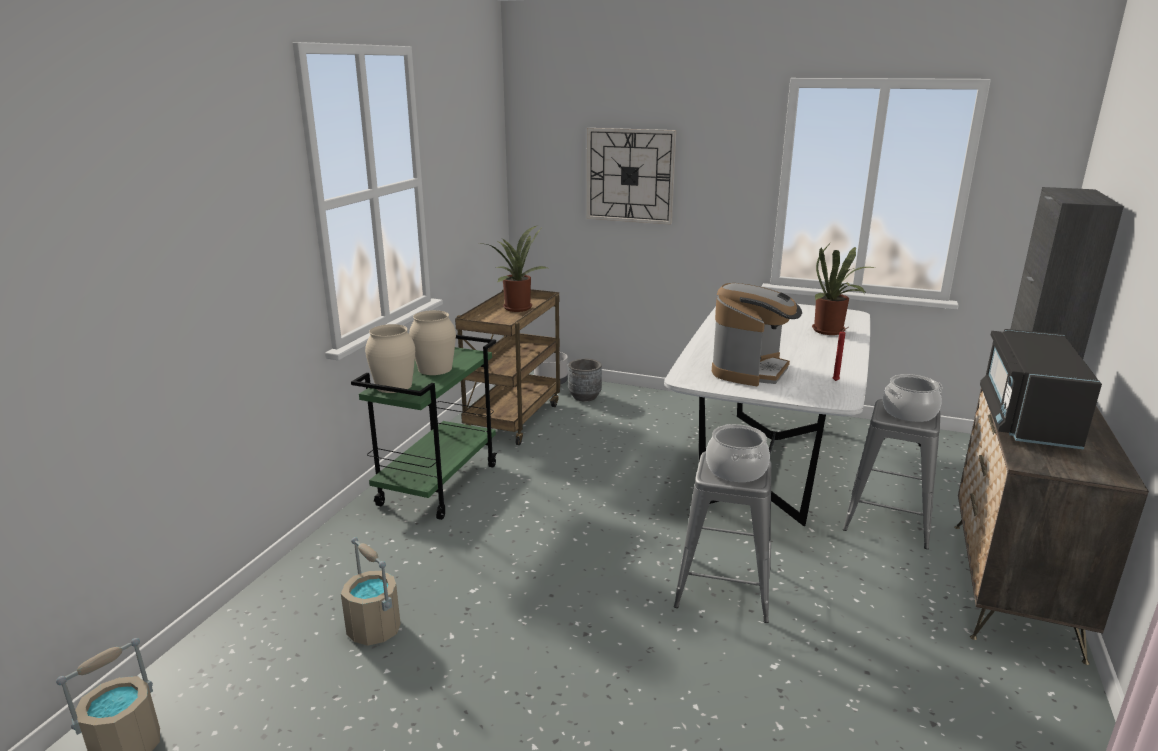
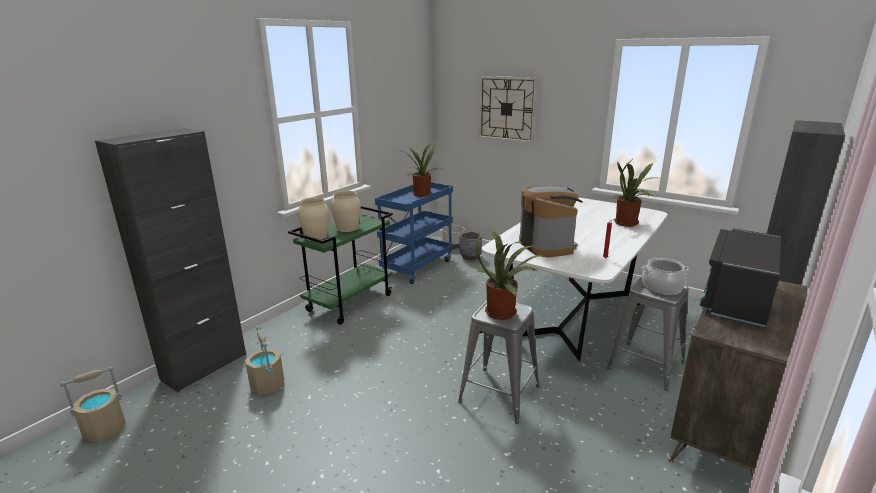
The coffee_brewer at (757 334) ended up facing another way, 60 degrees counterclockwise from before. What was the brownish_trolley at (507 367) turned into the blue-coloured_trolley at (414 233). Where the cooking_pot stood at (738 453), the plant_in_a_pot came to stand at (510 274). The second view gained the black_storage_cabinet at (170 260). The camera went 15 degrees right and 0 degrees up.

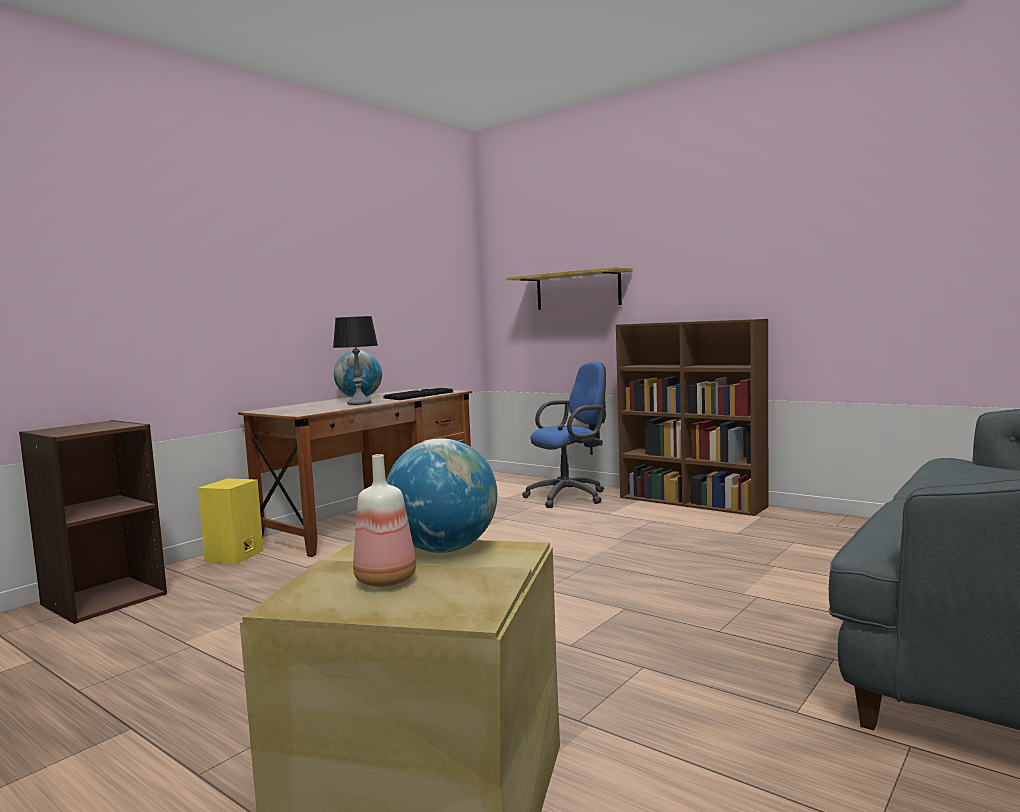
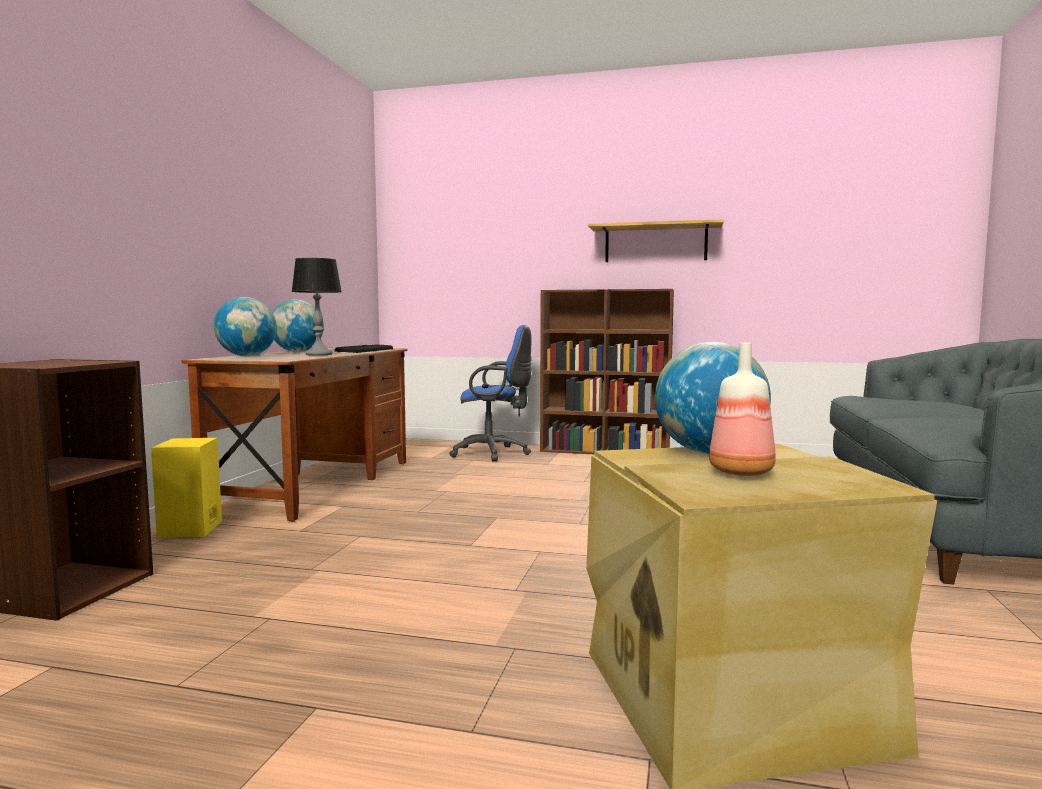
The shelf ended up elsewhere, having gone from (569 288) to (656 240). The blue-coloured_computer_chair at (564 435) ended up facing another way, 60 degrees clockwise from before. The second view gained the desk_globe at (245 326). The camera went 25 degrees left and 0 degrees up.

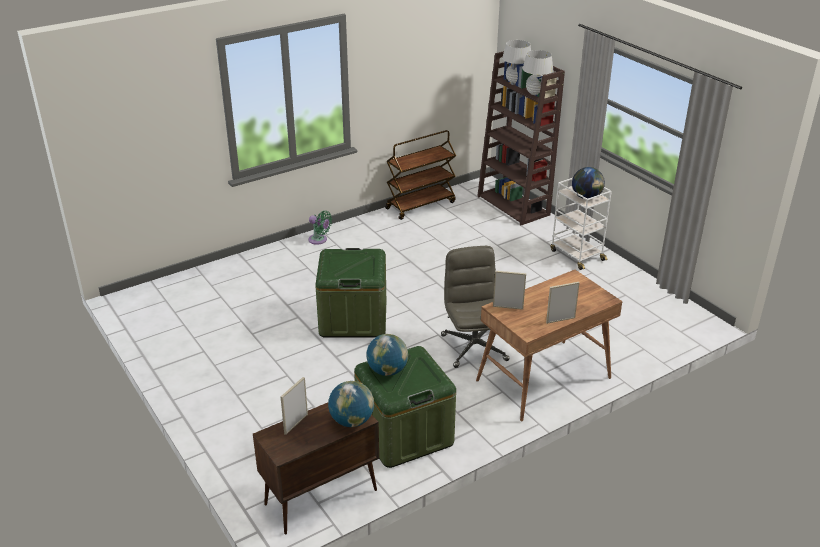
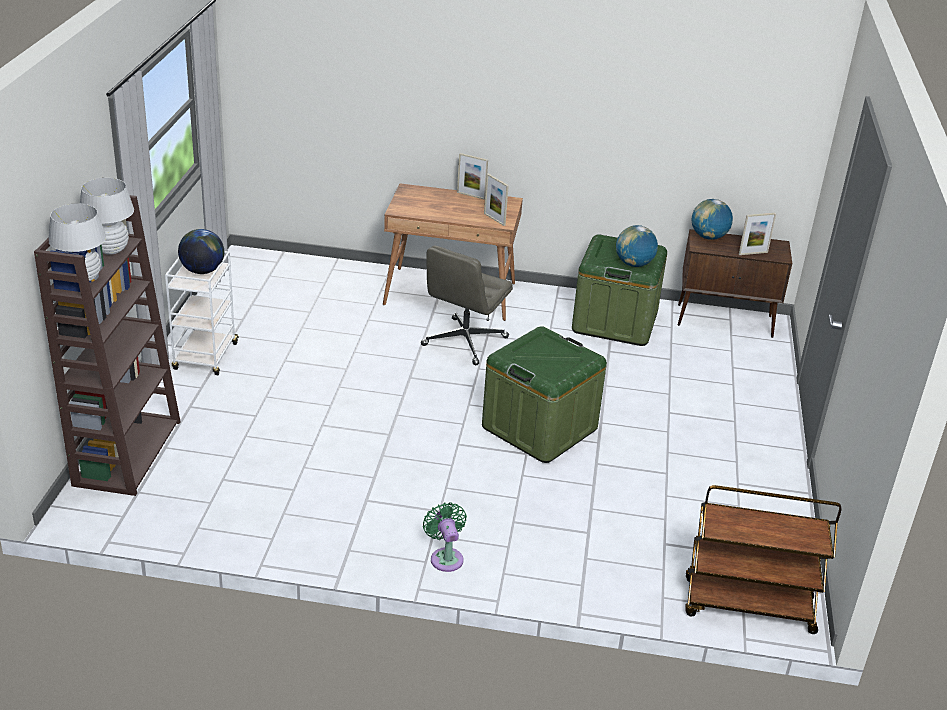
The brownish_trolley ended up elsewhere, having gone from (420 175) to (763 559). The camera went 140 degrees left and 0 degrees up.

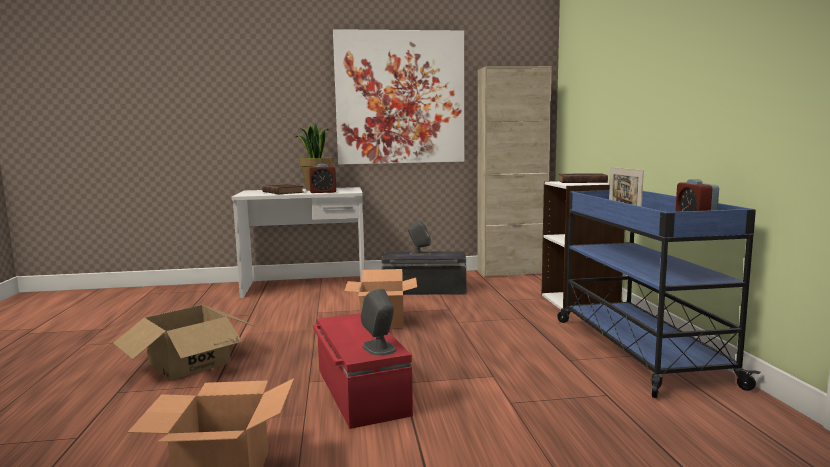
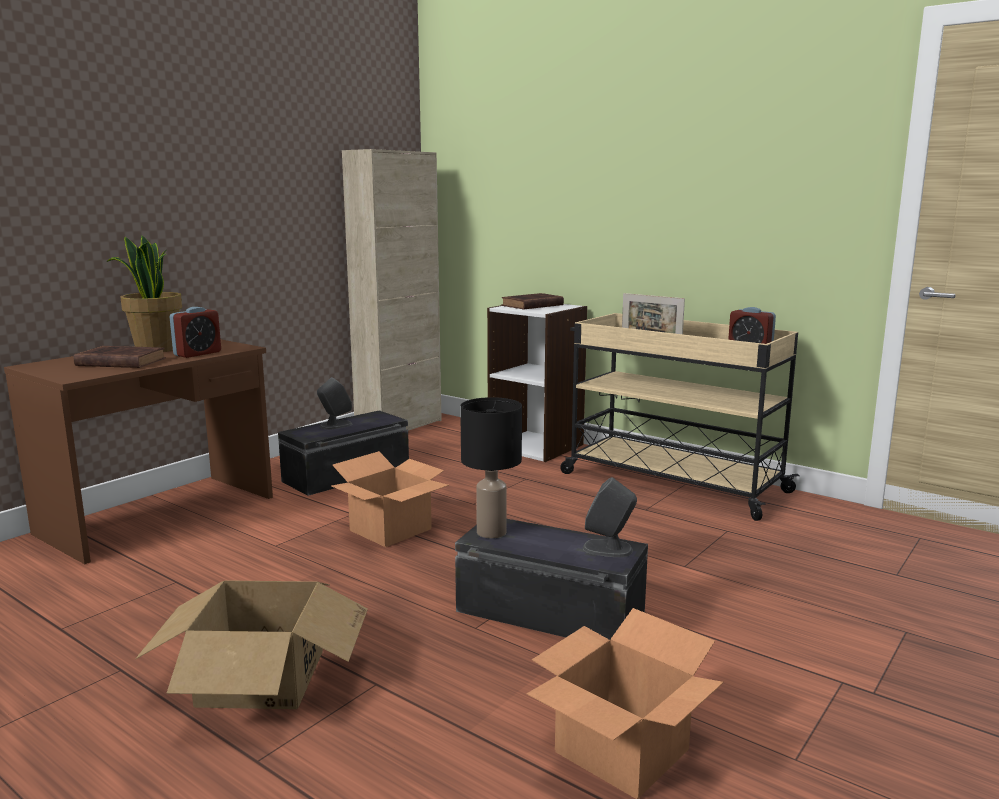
The second view lost the picture at (399 97). What was the white-coloured_desk_unit at (298 242) turned into the brownish_desk_unit at (138 451). What was the blue-coloured_trolley at (658 294) turned into the beige_trolley at (680 417). What was the reddish_storage_box at (363 371) turned into the black_storage_box at (551 579). The second view gained the black_tabletop_lamp at (491 467). The camera went 45 degrees left and 5 degrees up.

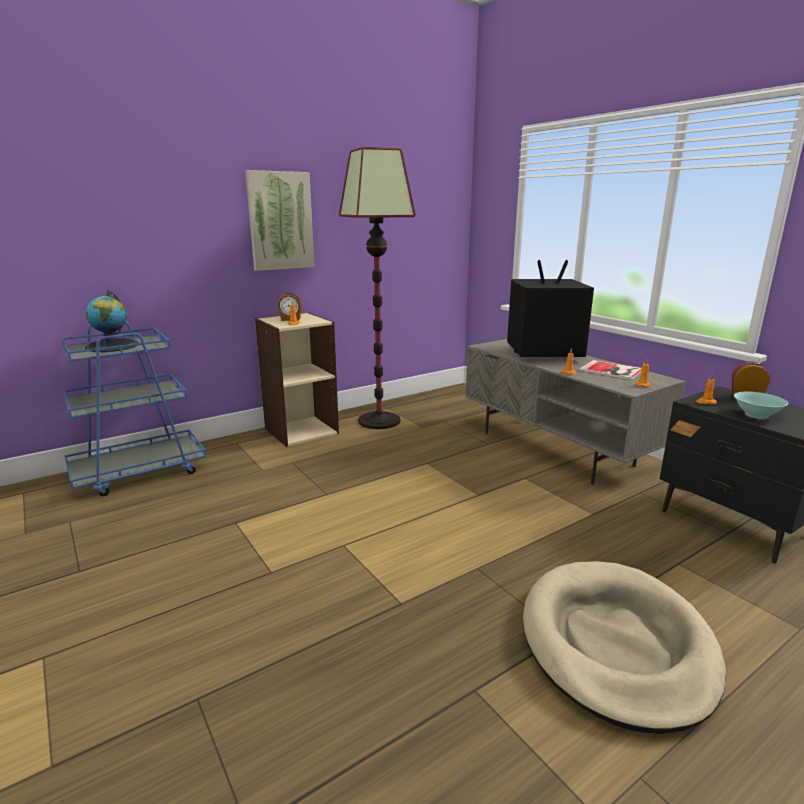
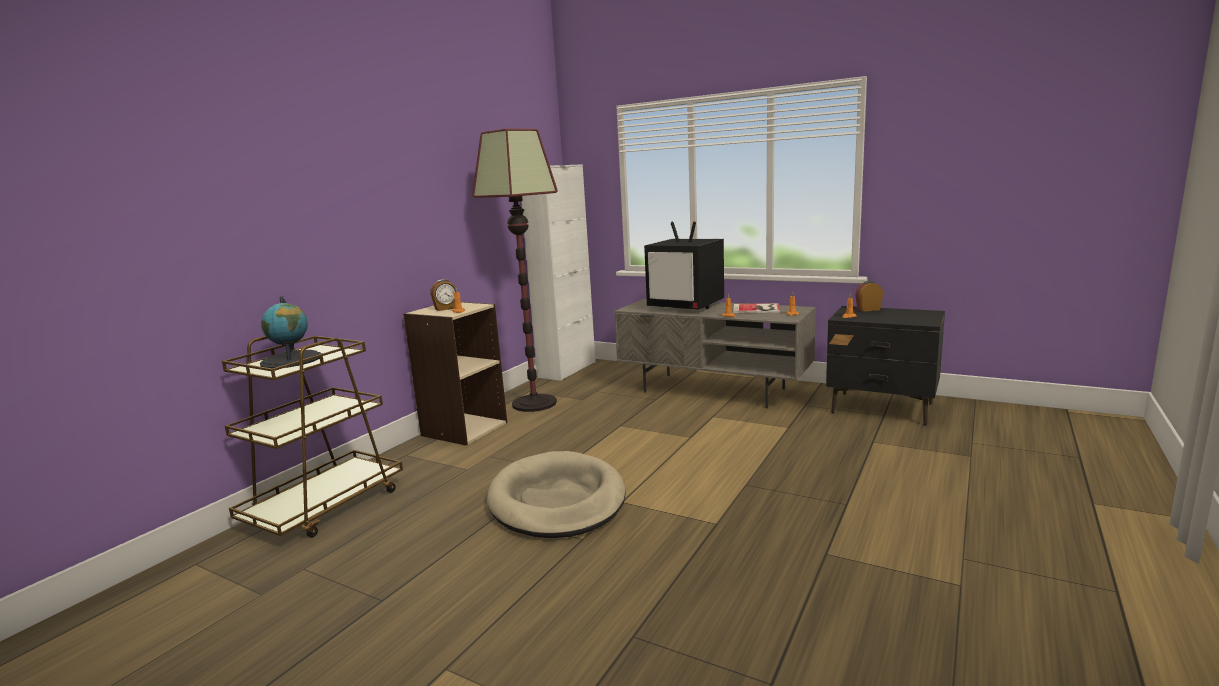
The second view lost the picture at (279 220). The TV at (550 308) ended up facing another way, 120 degrees counterclockwise from before. What was the blue-coloured_trolley at (134 408) turned into the brownish_trolley at (312 437). The second view lost the blue-green_serving_bowl at (761 405). The beige_pet_bed ended up elsewhere, having gone from (624 647) to (556 494). The second view gained the white-coloured_storage_cabinet at (558 272). The camera went 25 degrees left and 5 degrees down.

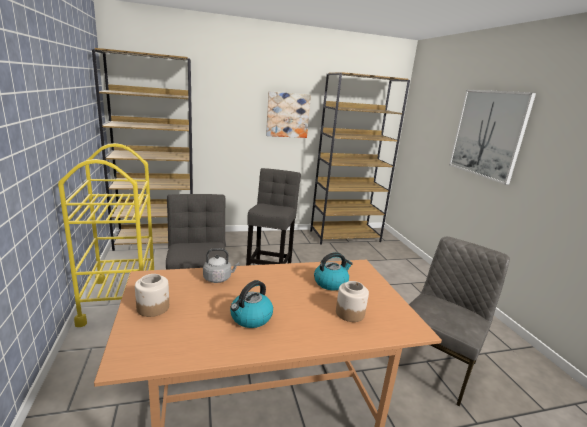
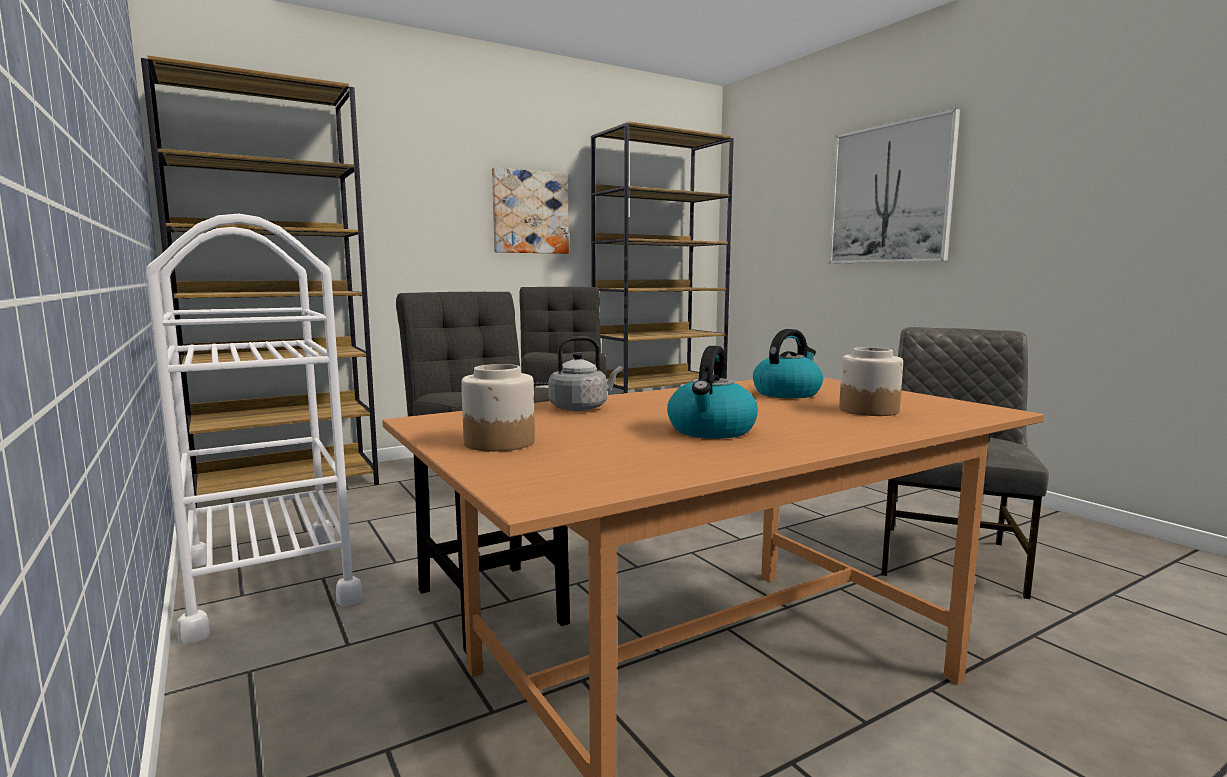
What was the yellow-coloured_trolley at (106 235) turned into the white-coloured_trolley at (254 429). The camera went 15 degrees left and 10 degrees down.

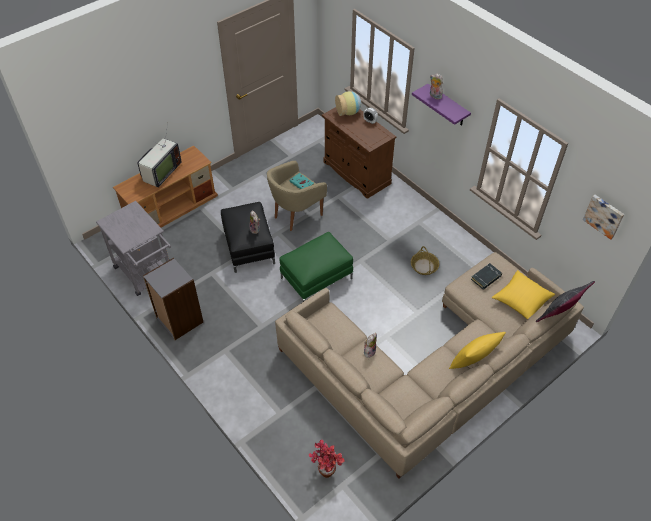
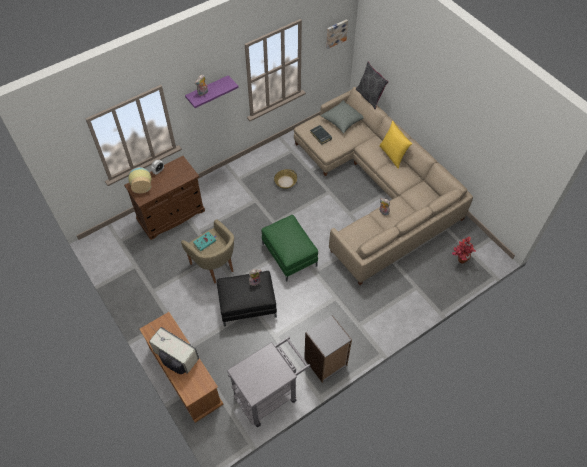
What was the yellow-coloured_pillow at (523 294) turned into the grey_pillow at (342 116). The camera went 85 degrees left and 5 degrees up.

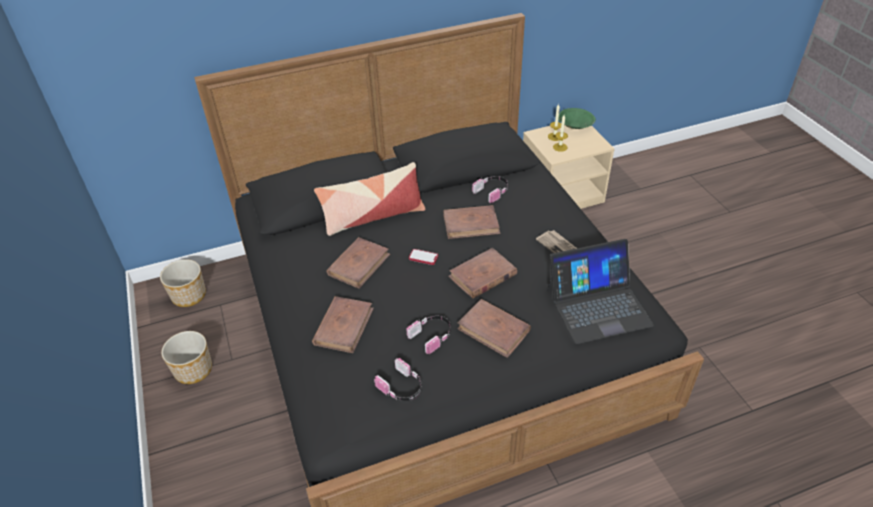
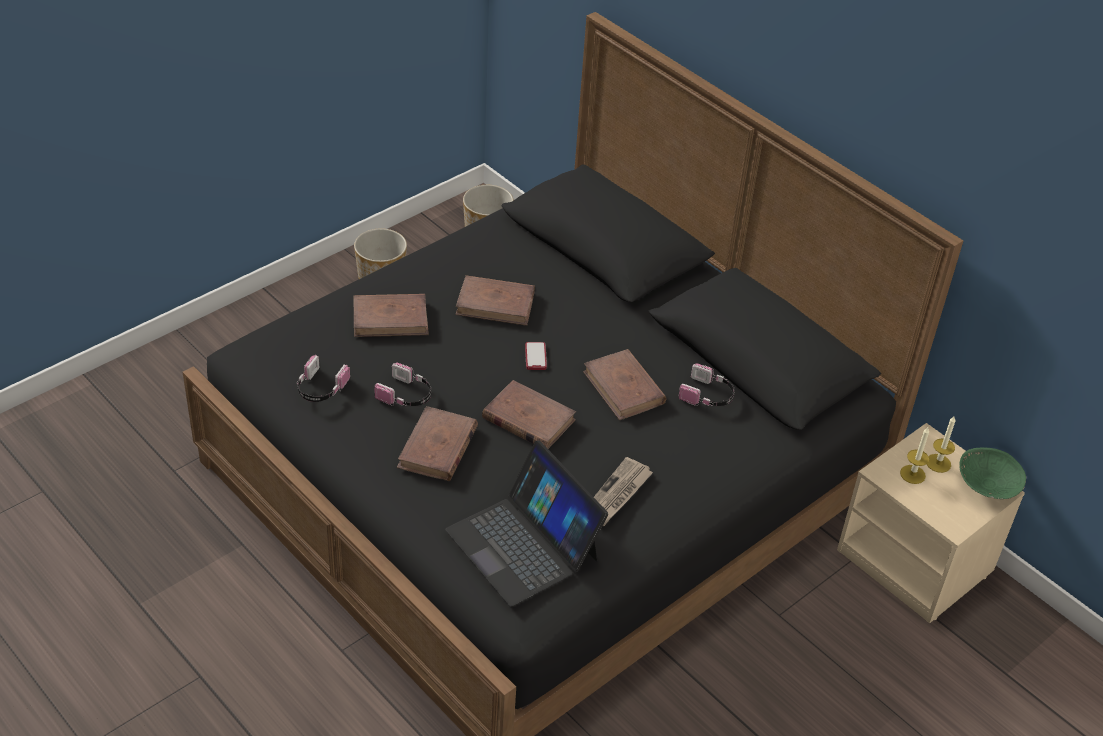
The second view lost the pillow at (369 199). The camera went 65 degrees right and 0 degrees up.

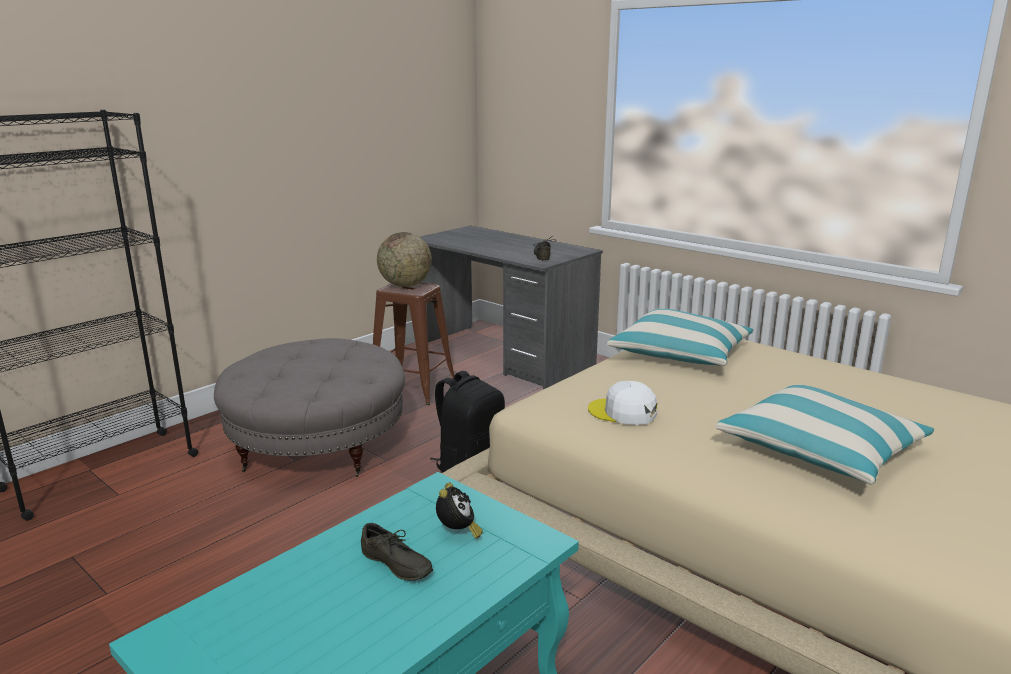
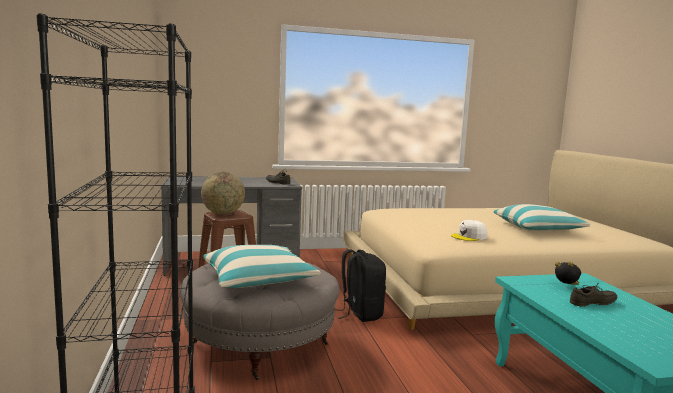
The pillow ended up elsewhere, having gone from (680 337) to (262 266). The camera went 55 degrees left and 10 degrees down.

